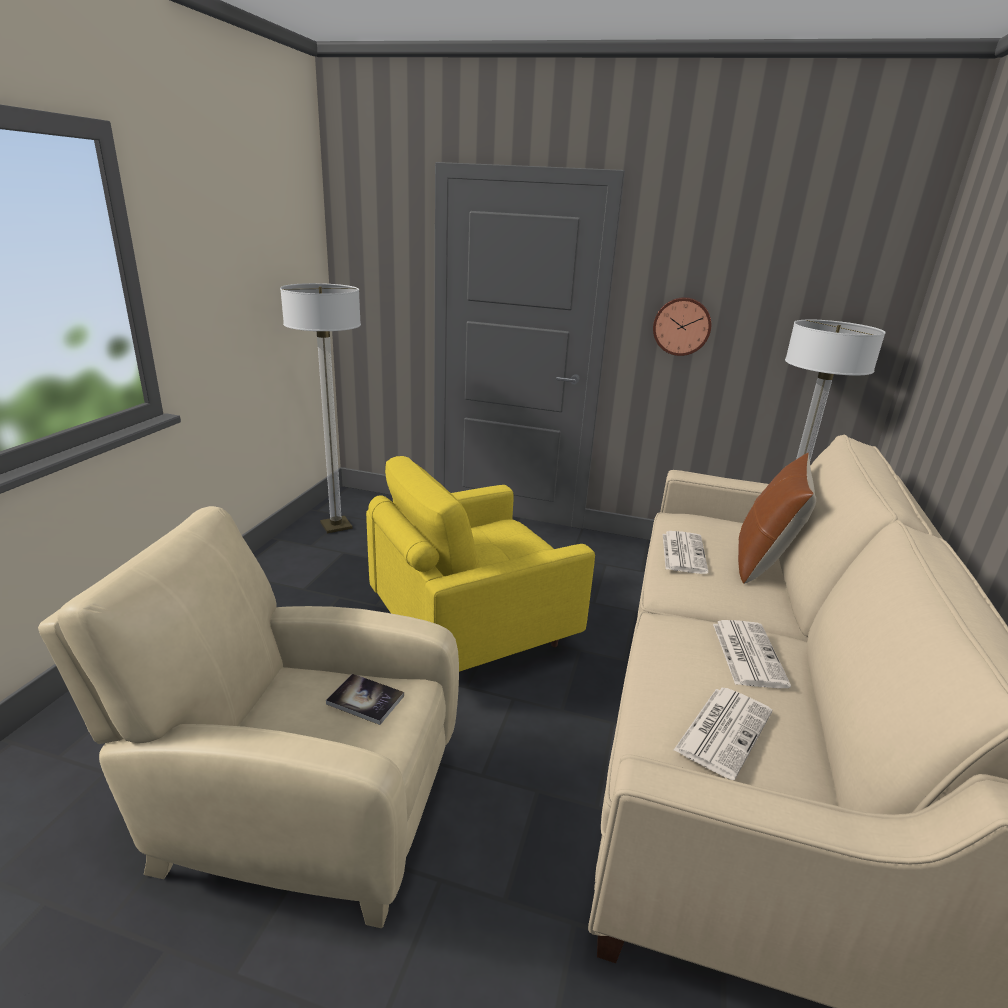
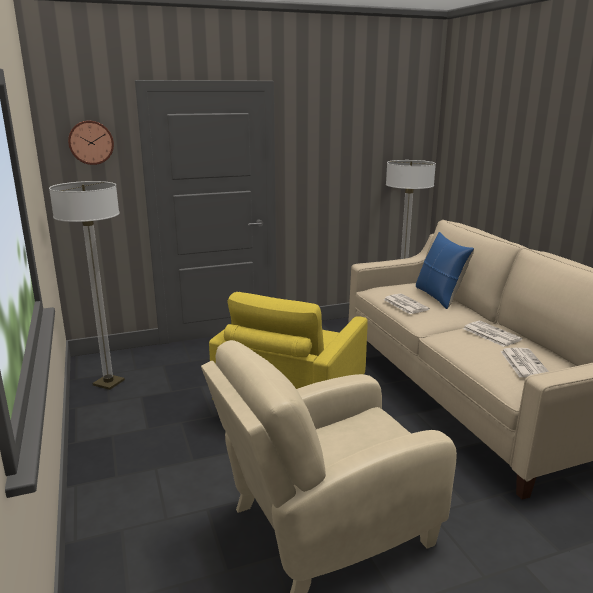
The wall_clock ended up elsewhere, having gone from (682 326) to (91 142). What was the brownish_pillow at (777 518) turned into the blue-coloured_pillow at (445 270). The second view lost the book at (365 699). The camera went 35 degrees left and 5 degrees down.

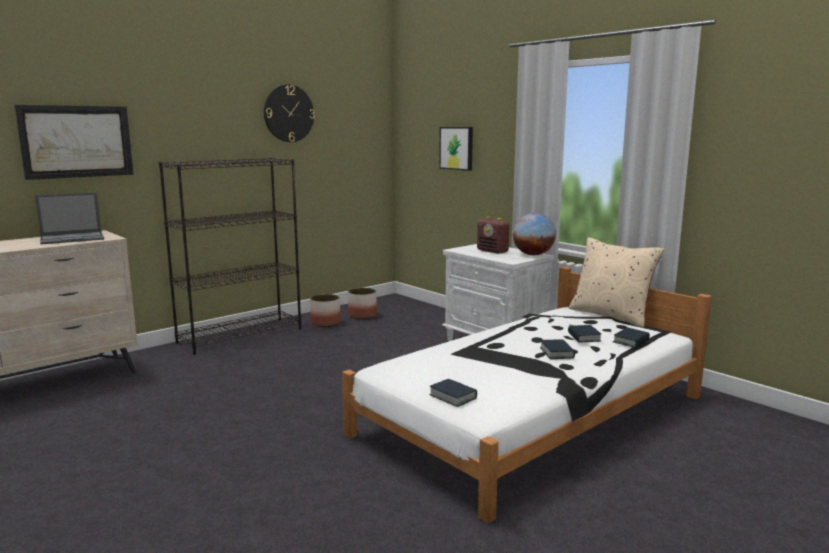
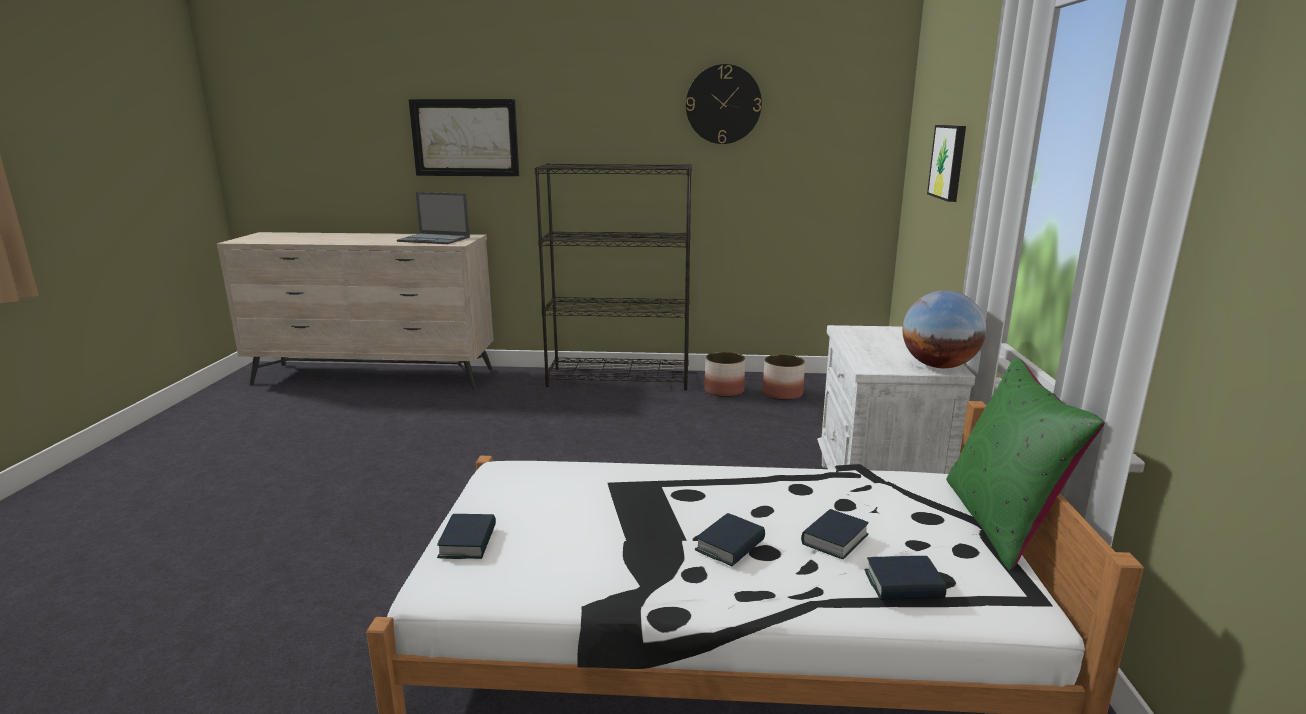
The second view lost the radio_set at (493 235). What was the beige_pillow at (616 282) turned into the green_pillow at (1025 464). The camera went 45 degrees right and 5 degrees up.

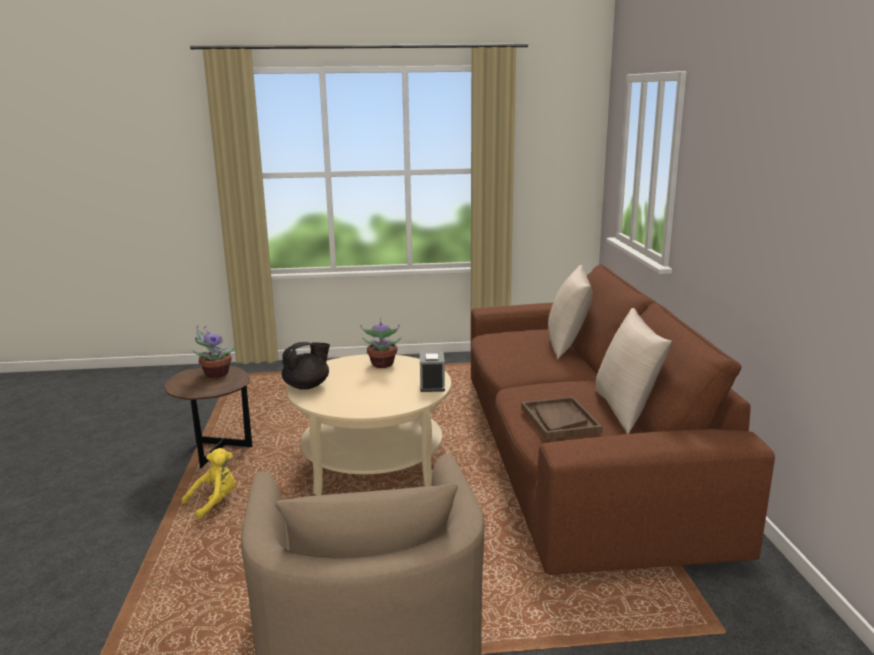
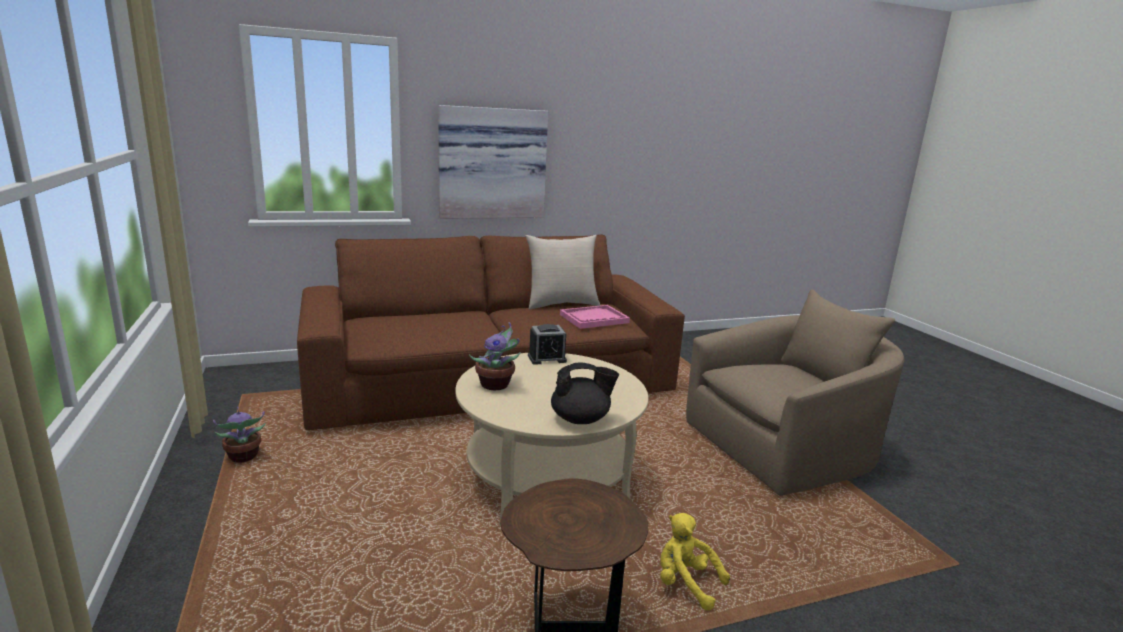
The second view lost the beige_pillow at (570 312). The plant_in_a_pot ended up elsewhere, having gone from (214 351) to (239 435). The black_pot_for_tea at (306 366) ended up facing another way, 135 degrees clockwise from before. What was the brownish_tray at (562 418) turned into the pink-coloured_tray at (595 317). The second view gained the picture at (493 161). The camera went 105 degrees left and 0 degrees up.

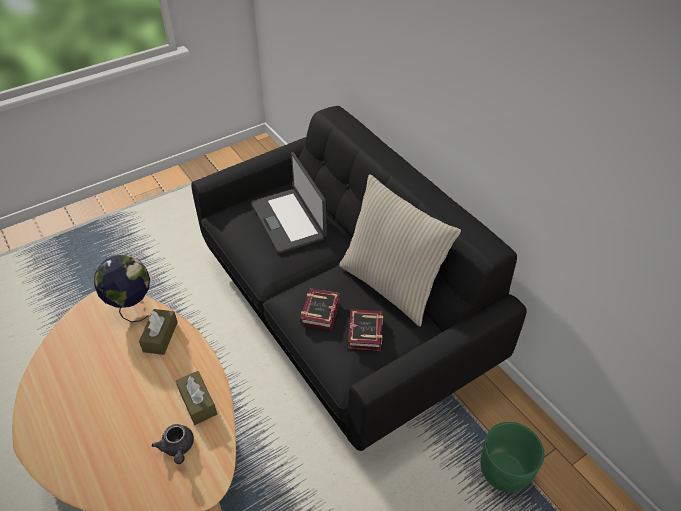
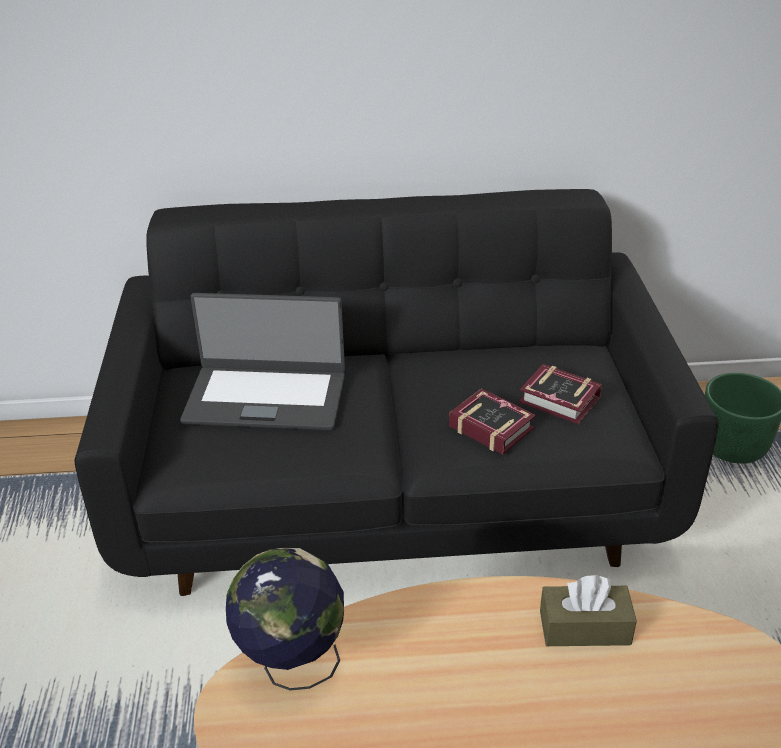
The second view lost the beige_pillow at (400 250). The second view lost the brownish_tissue_holder at (158 332). The second view lost the grey_pot_for_tea at (173 444). The camera went 60 degrees left and 10 degrees down.

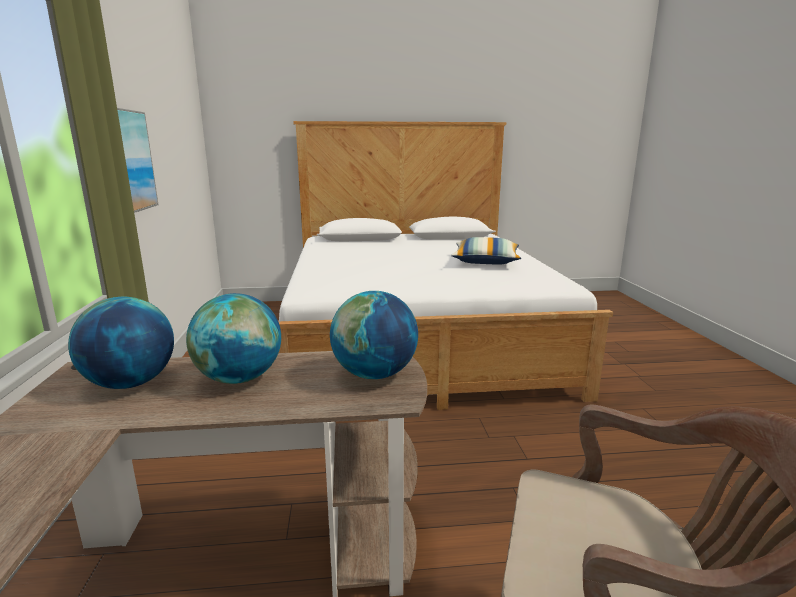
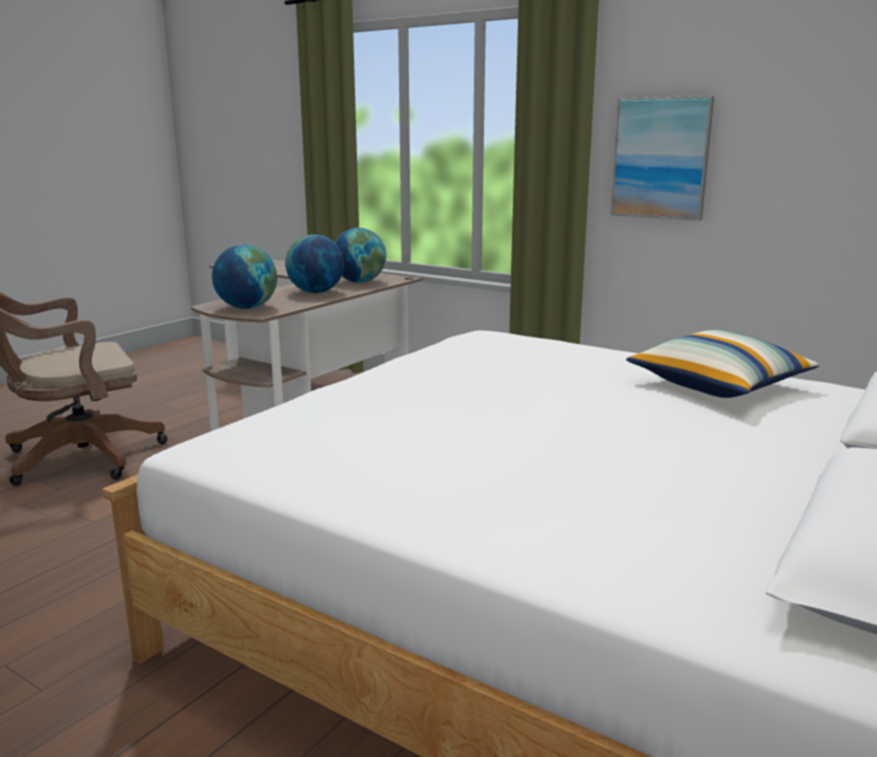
The pillow ended up elsewhere, having gone from (486 251) to (723 364). The camera went 130 degrees right and 0 degrees up.

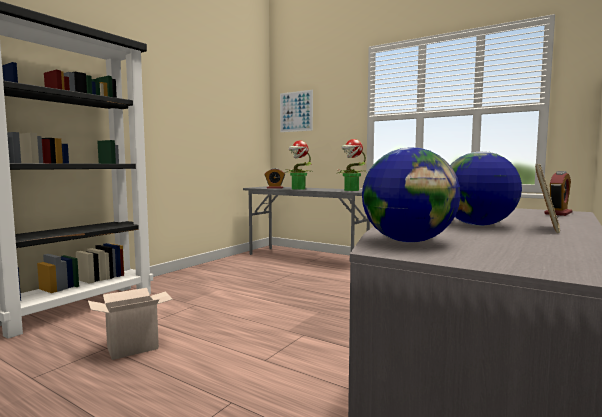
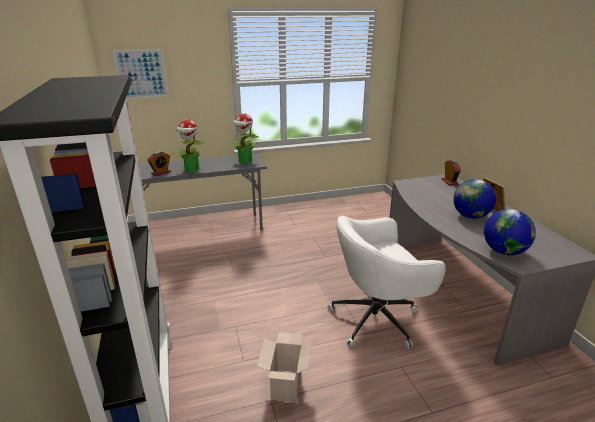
The second view gained the white-coloured_computer_chair at (387 282). The camera went 50 degrees left and 20 degrees up.

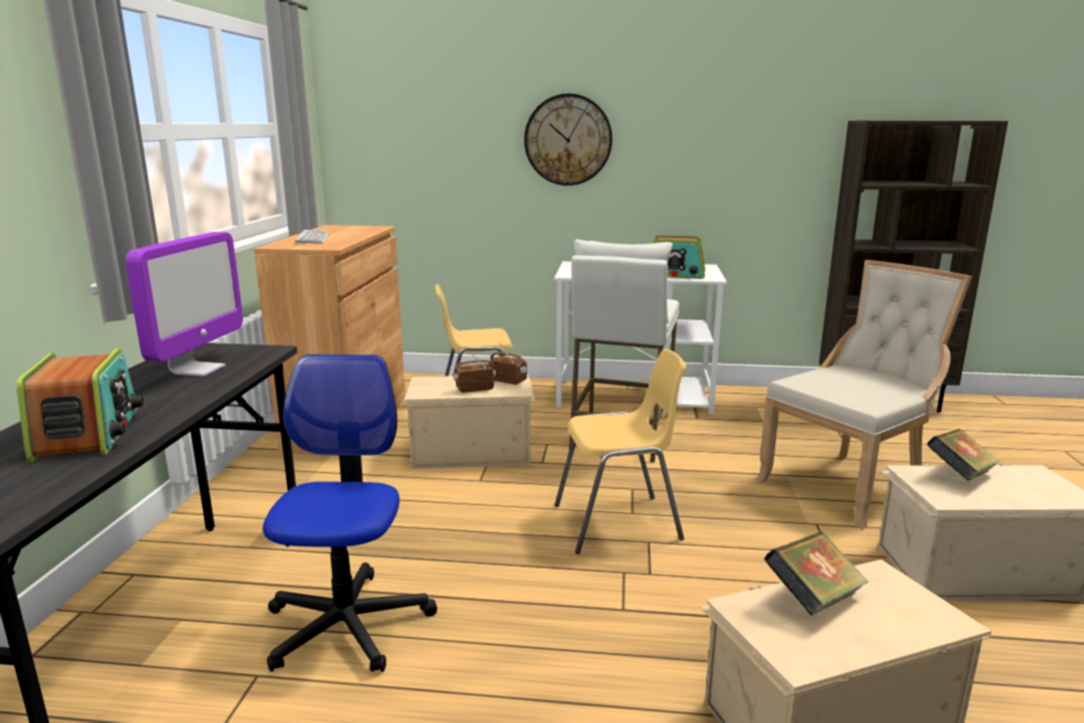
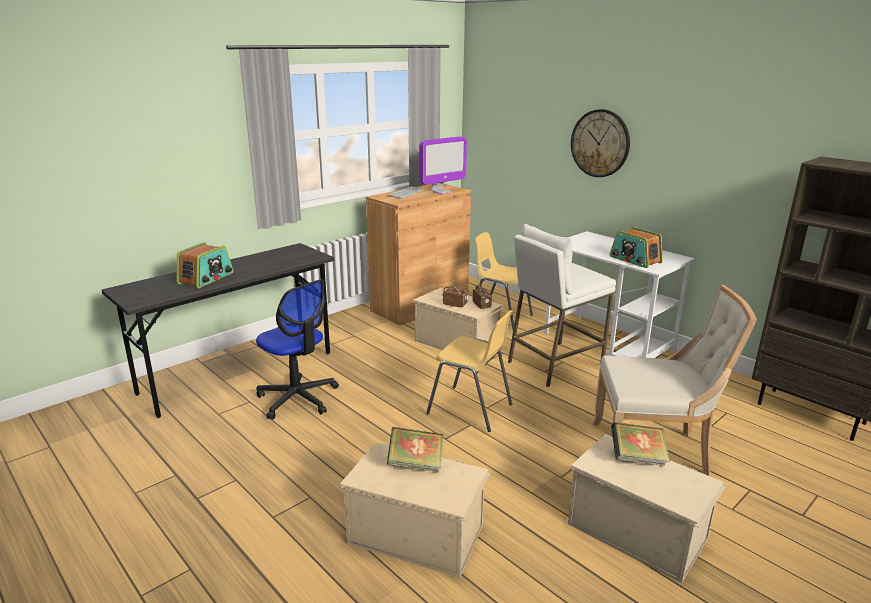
The monitor ended up elsewhere, having gone from (184 304) to (443 165). The computer_chair at (350 513) ended up facing another way, 90 degrees clockwise from before. The camera went 40 degrees right and 5 degrees up.

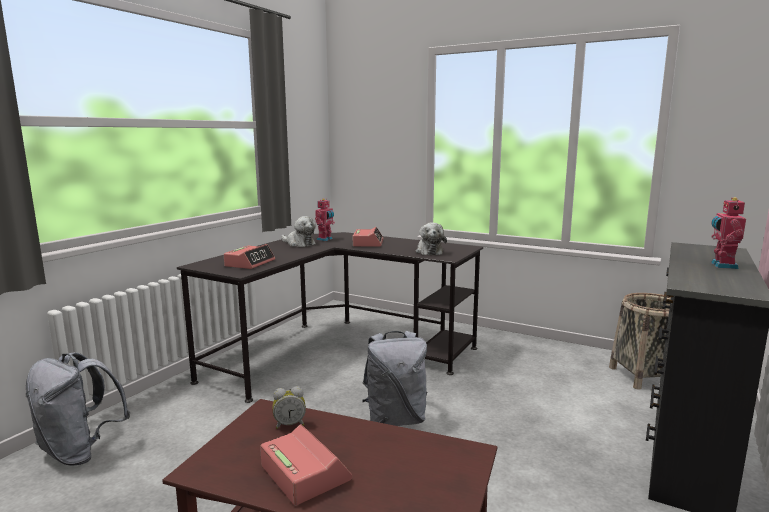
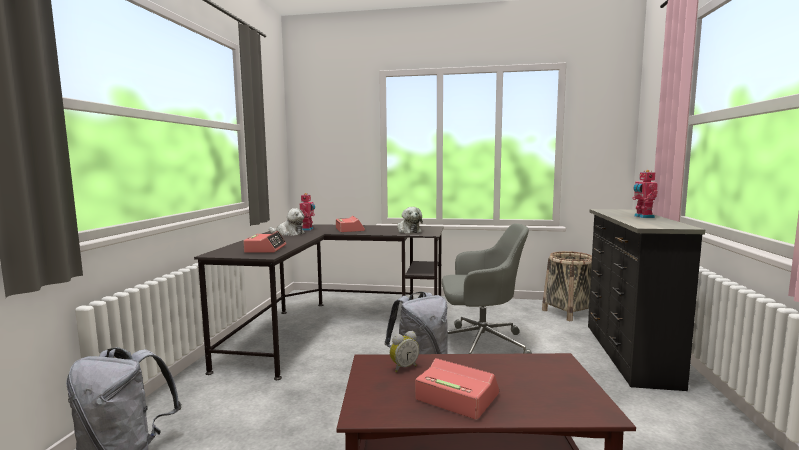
The second view gained the grey_computer_chair at (487 289). The camera went 20 degrees left and 5 degrees down.

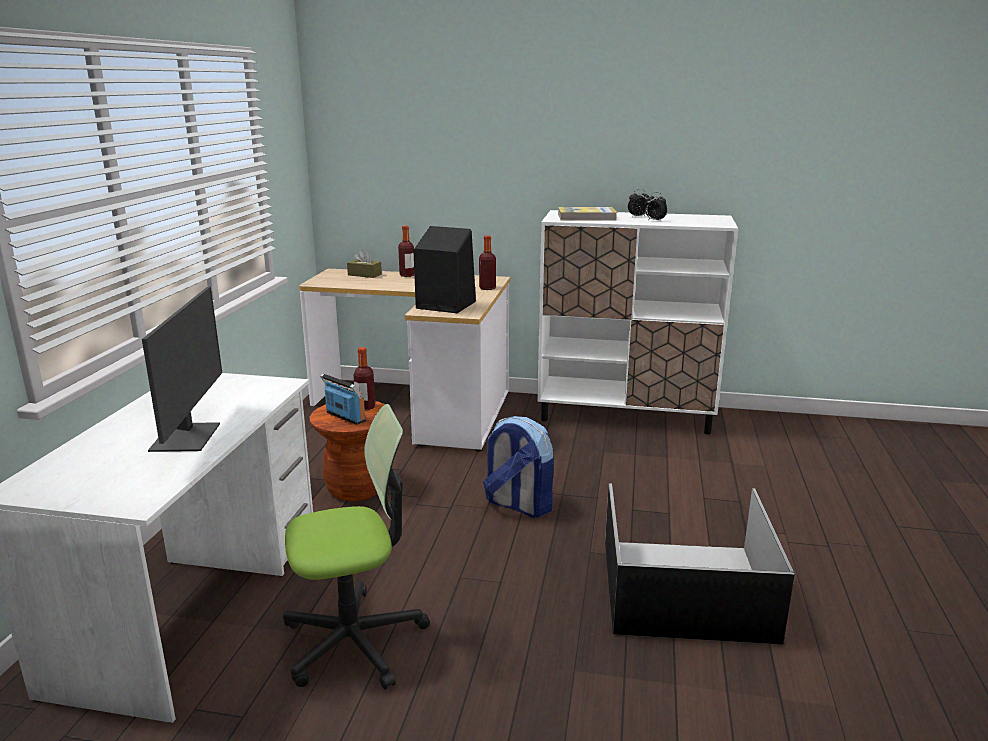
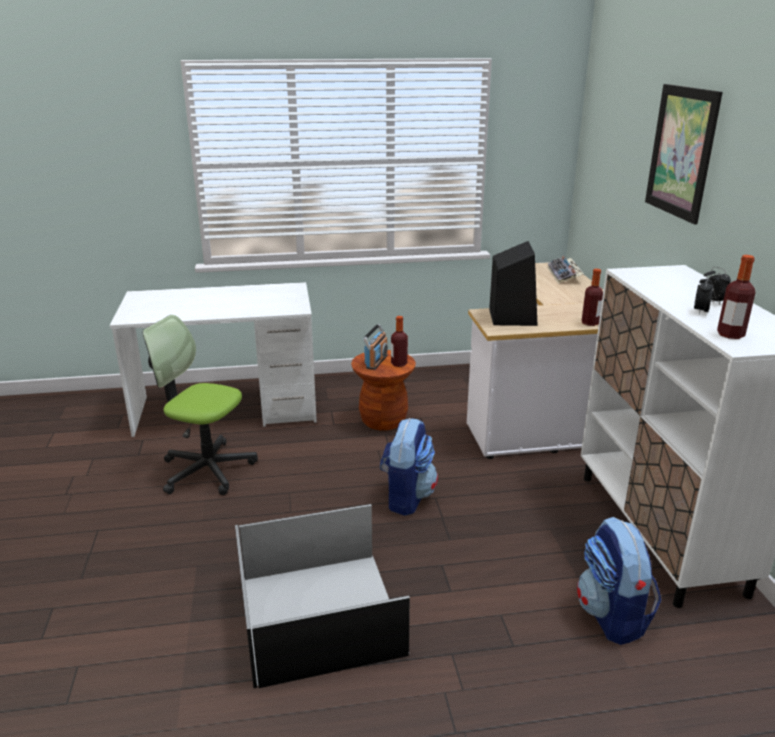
The second view lost the book at (587 213). The drink_bottle ended up elsewhere, having gone from (406 251) to (736 297). Where the brownish_tissue_holder stood at (364 264), the PC_keyboard came to stand at (566 270). The second view lost the monitor at (182 369). The computer_chair at (356 547) ended up facing another way, 150 degrees clockwise from before. The second view gained the picture at (684 154). The second view gained the knapsack at (619 581). The camera went 70 degrees right and 5 degrees up.

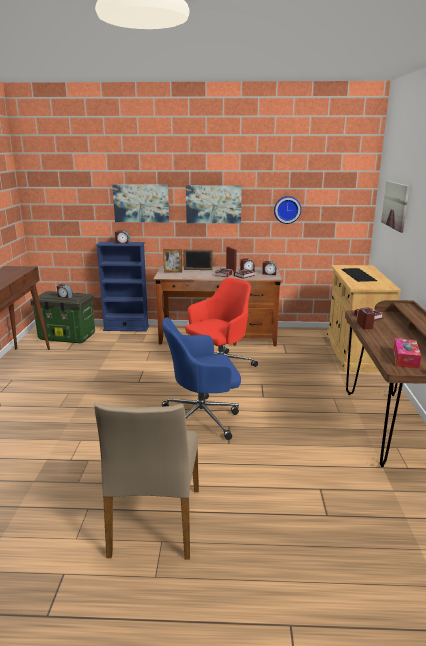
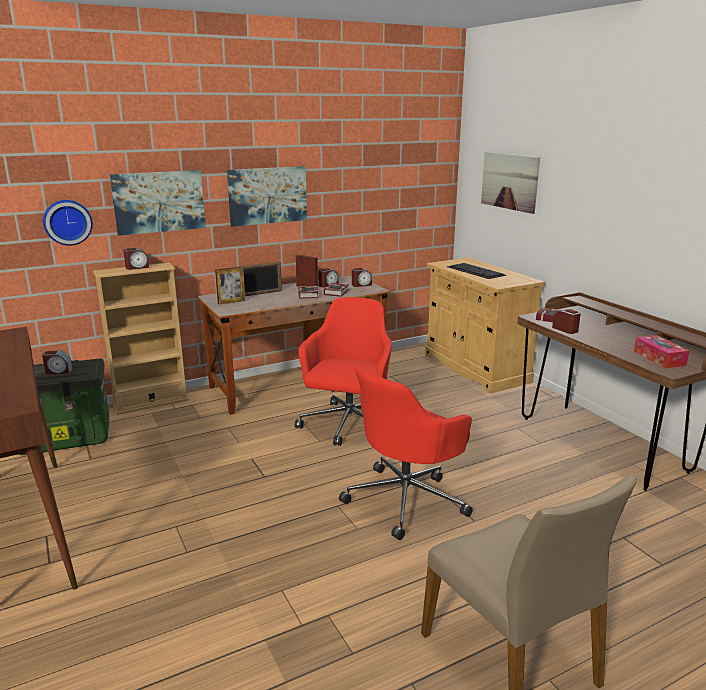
The wall_clock ended up elsewhere, having gone from (287 210) to (68 223). What was the blue-coloured_bookcase at (122 287) turned into the beige_bookcase at (141 338). What was the blue-coloured_computer_chair at (201 379) turned into the reddish_computer_chair at (406 453). The camera went 30 degrees left and 0 degrees up.

